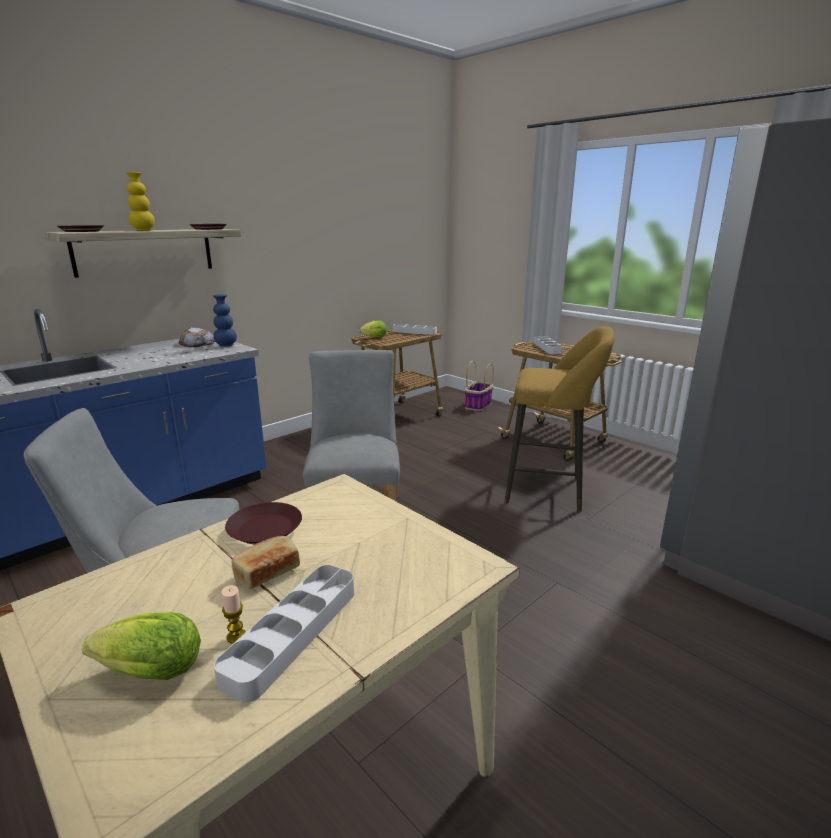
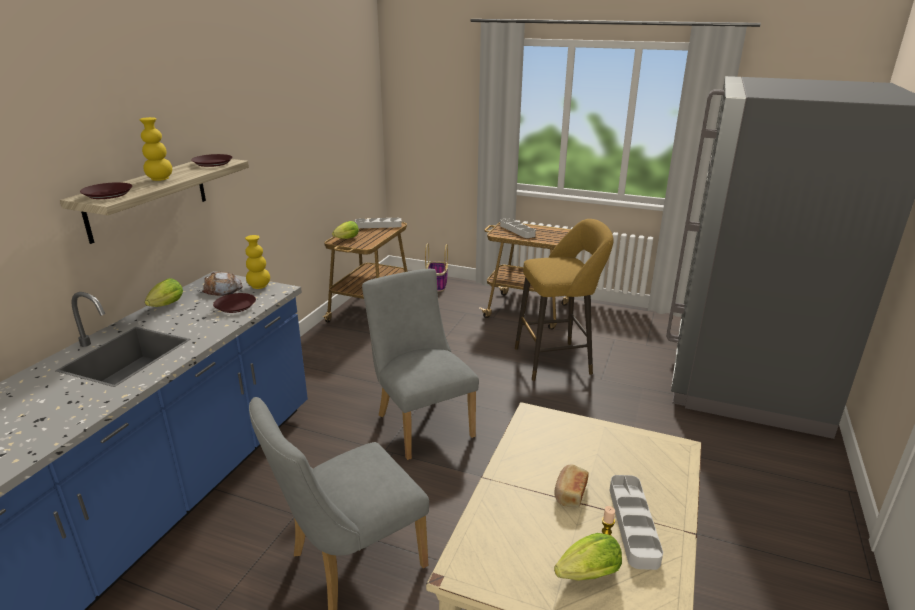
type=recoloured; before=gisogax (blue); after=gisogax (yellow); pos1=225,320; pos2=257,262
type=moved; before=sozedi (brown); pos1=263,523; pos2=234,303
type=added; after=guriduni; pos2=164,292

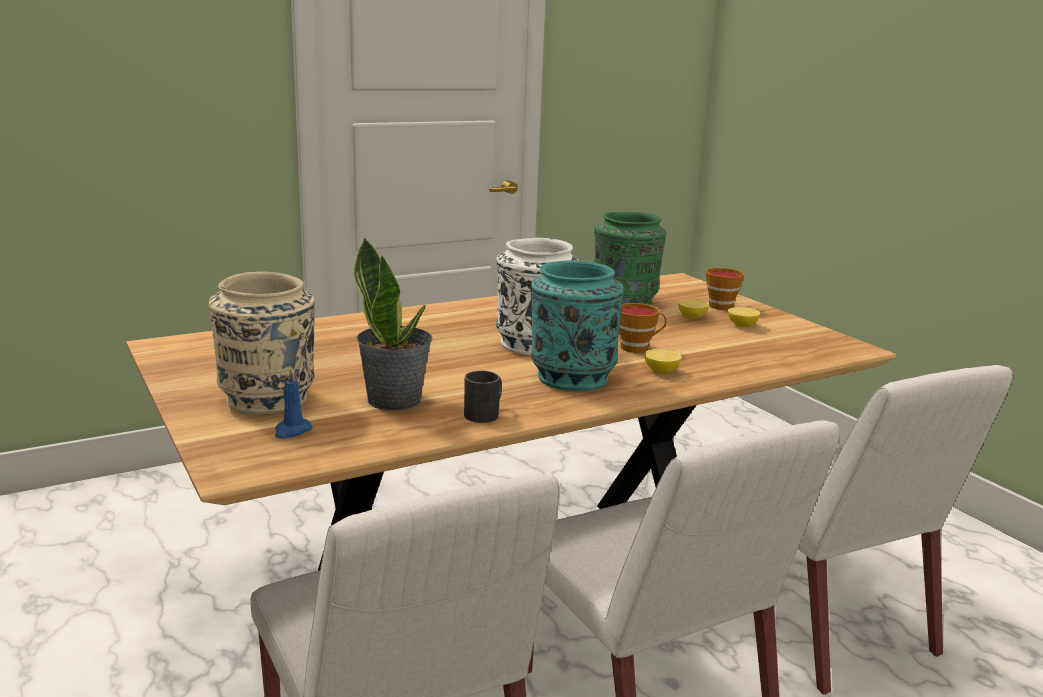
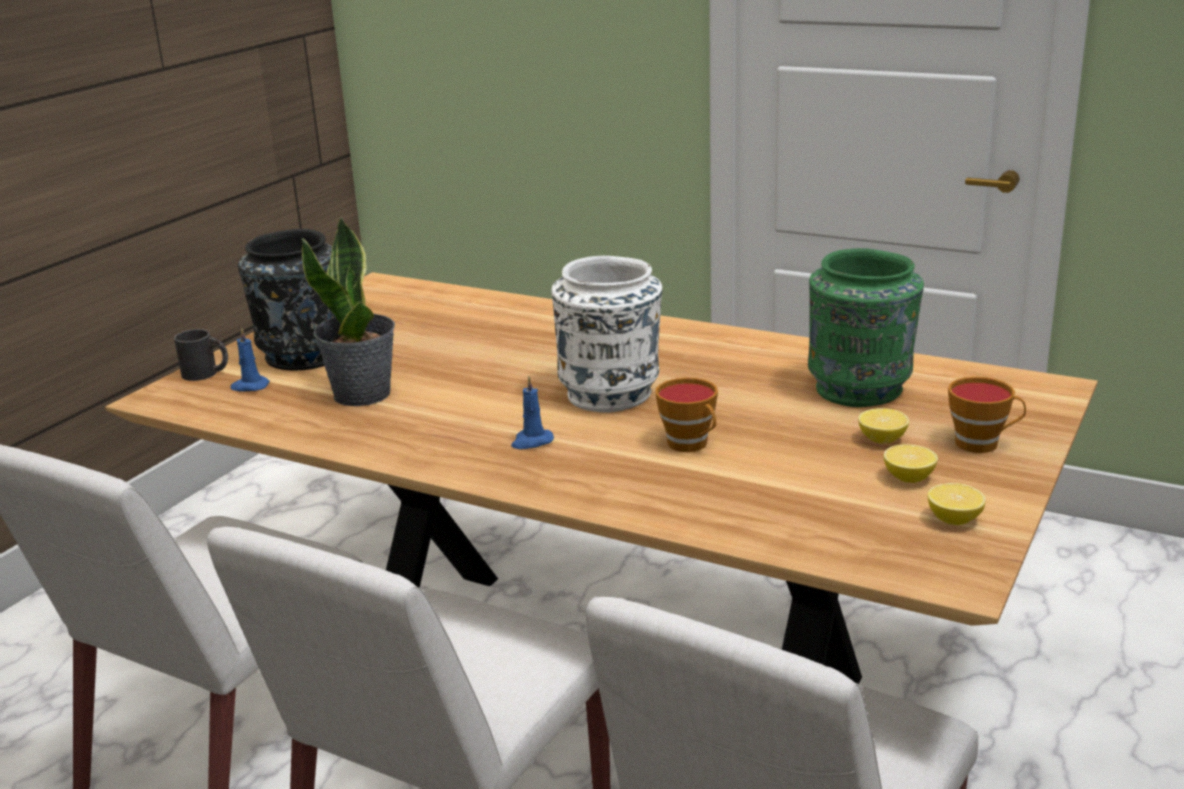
type=replaced; before=gisogax (turquoise); after=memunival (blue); pos1=577,325; pos2=532,412
type=recoloured; before=gisogax (beige); after=gisogax (black); pos1=262,343; pos2=286,300
type=moved; before=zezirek; pos1=663,361; pos2=956,504
type=moved; before=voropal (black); pos1=483,396; pos2=201,355

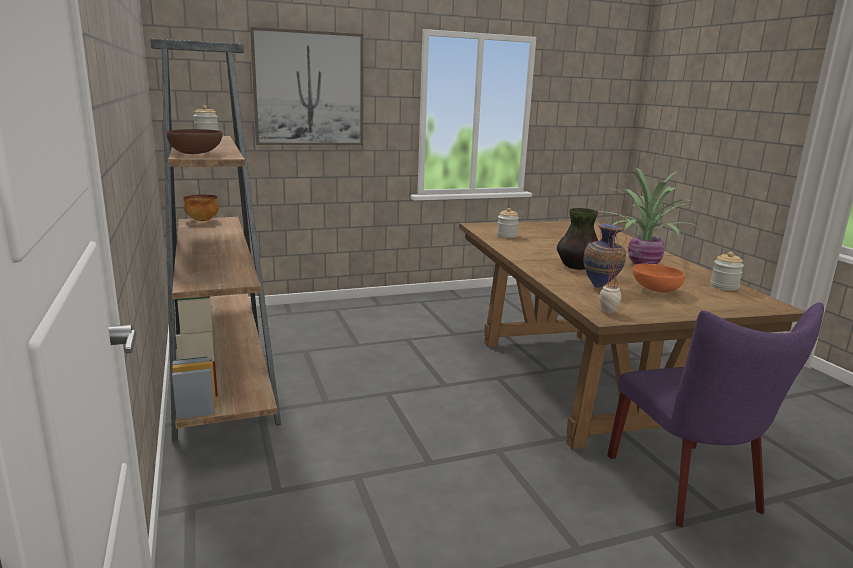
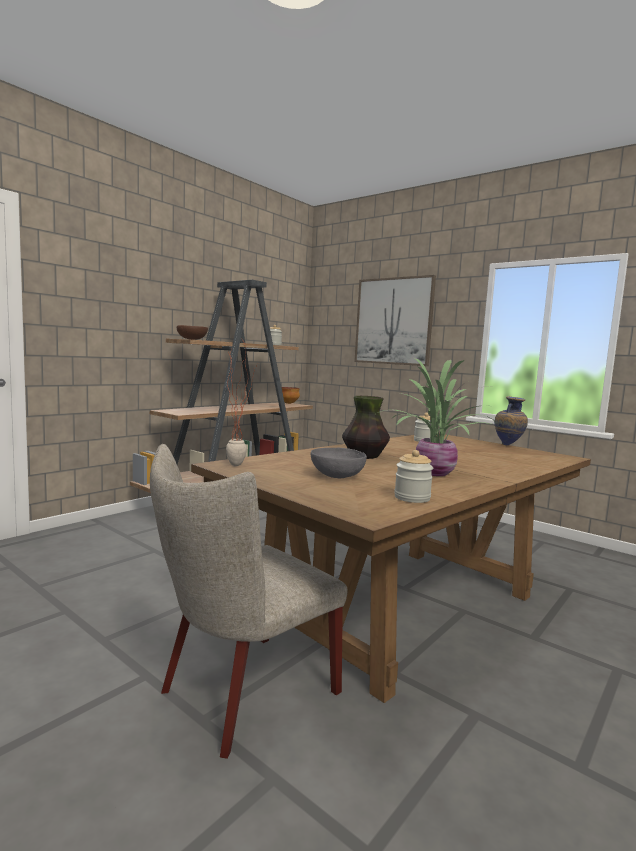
type=moved; before=gisogax; pos1=604,256; pos2=511,420
type=recoloured; before=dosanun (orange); after=dosanun (grey); pos1=658,277; pos2=339,463
type=recoloured; before=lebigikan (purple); after=lebigikan (beige); pos1=715,414; pos2=248,601

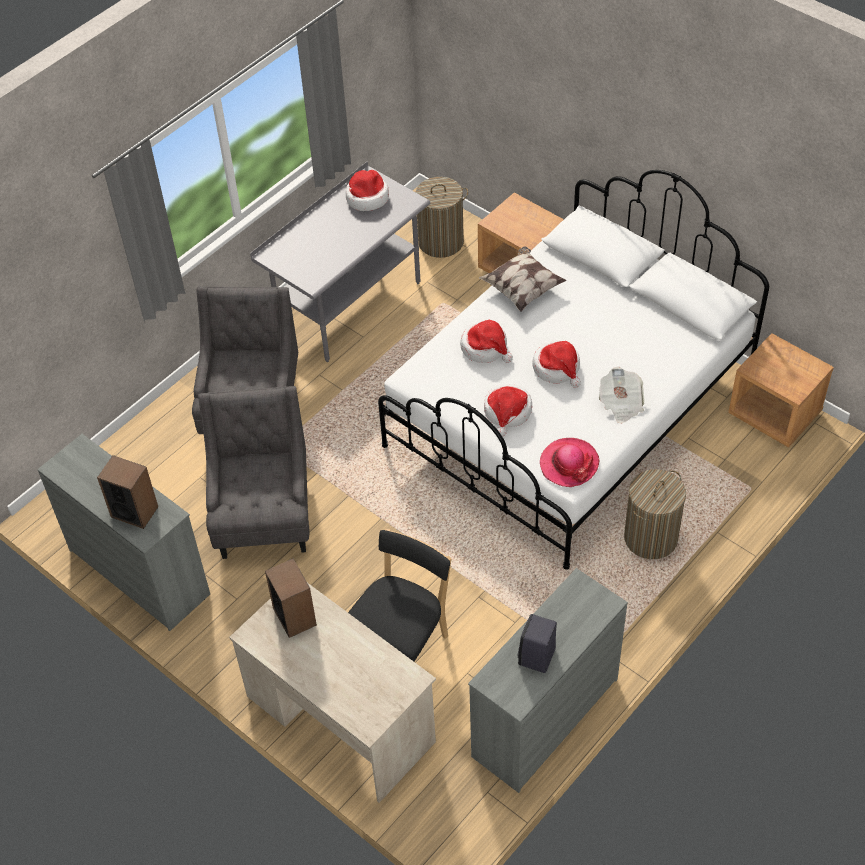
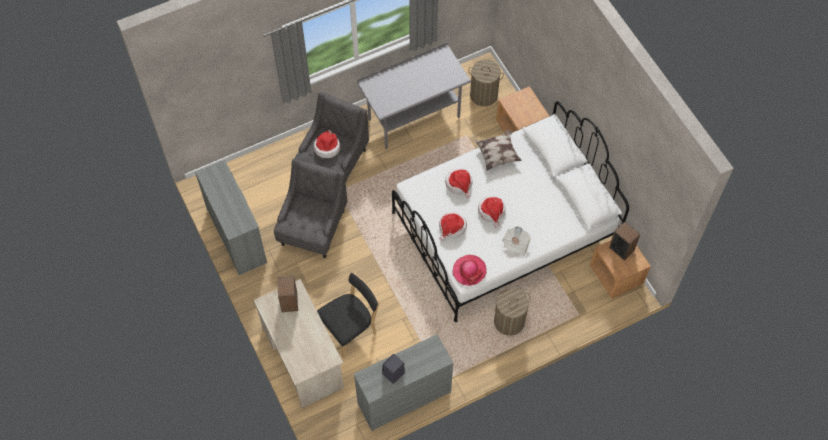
type=moved; before=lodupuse; pos1=367,190; pos2=327,144
type=moved; before=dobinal; pos1=127,492; pos2=624,240

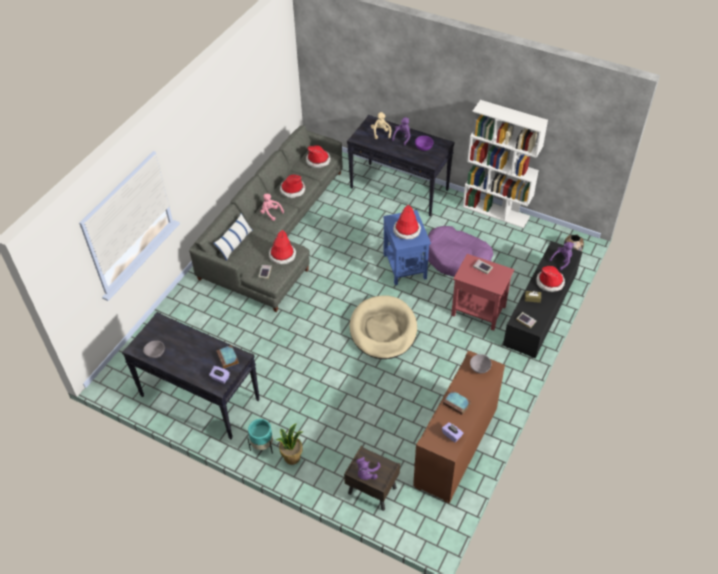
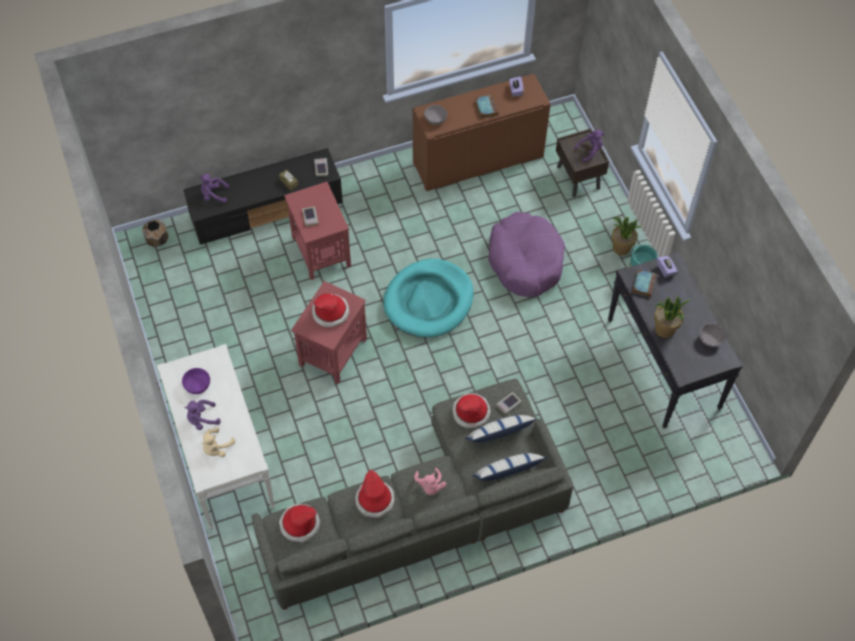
type=removed; before=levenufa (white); pos1=505,164
type=recoloured; before=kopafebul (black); after=kopafebul (white); pos1=400,165; pos2=216,436
type=recoloured; before=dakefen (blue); after=dakefen (red); pos1=407,247; pos2=329,332
type=moved; before=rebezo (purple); pos1=460,251; pos2=526,254
type=removed; before=lodupuse; pos1=550,279
type=recoloured; before=rebezo (beige); after=rebezo (turquoise); pos1=383,327; pos2=428,298
type=added; after=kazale; pos2=672,316
type=added; after=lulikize; pos2=501,429

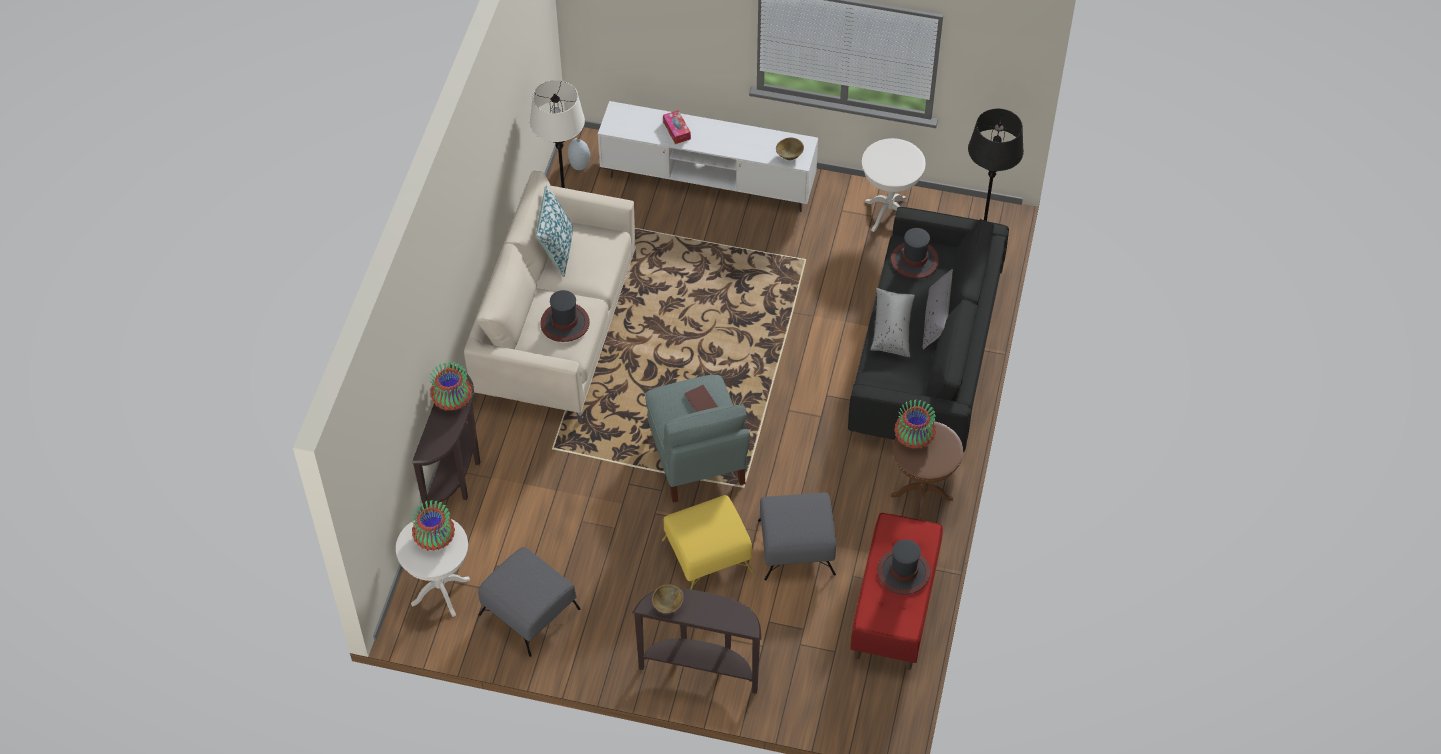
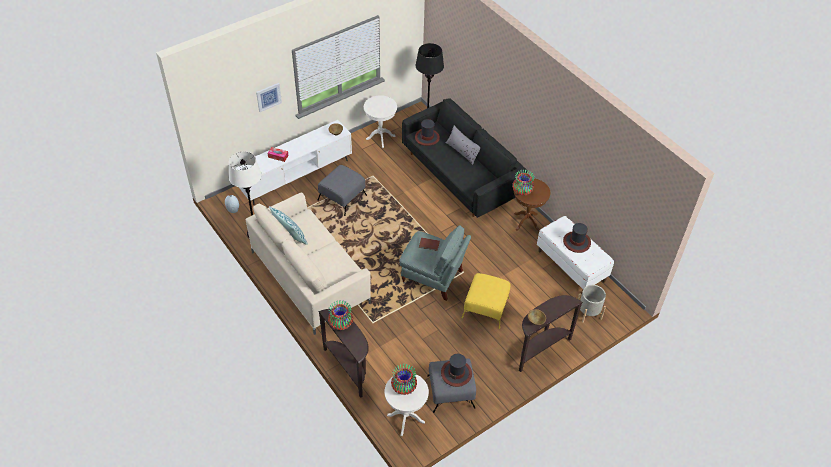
type=removed; before=lulikize (grey); pos1=893,322
type=moved; before=lodupuse; pos1=565,316; pos2=456,370
type=moved; before=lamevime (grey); pos1=797,537; pos2=342,190
type=recoloured; before=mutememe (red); after=mutememe (white); pos1=896,591; pos2=575,254
type=added; after=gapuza; pos2=269,97
type=added; after=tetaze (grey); pos2=592,304

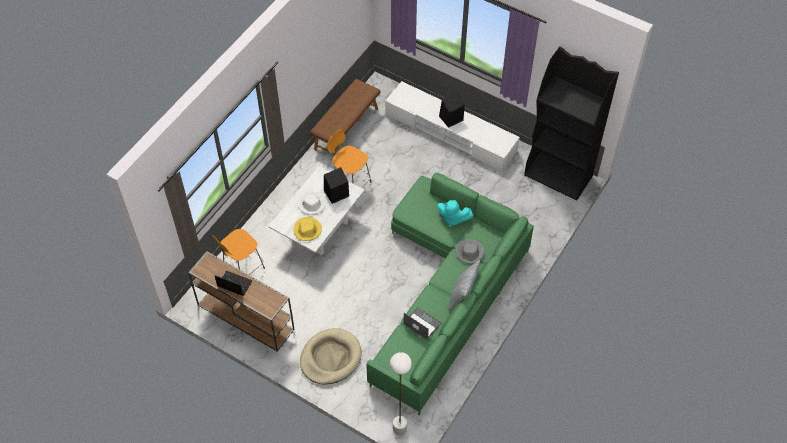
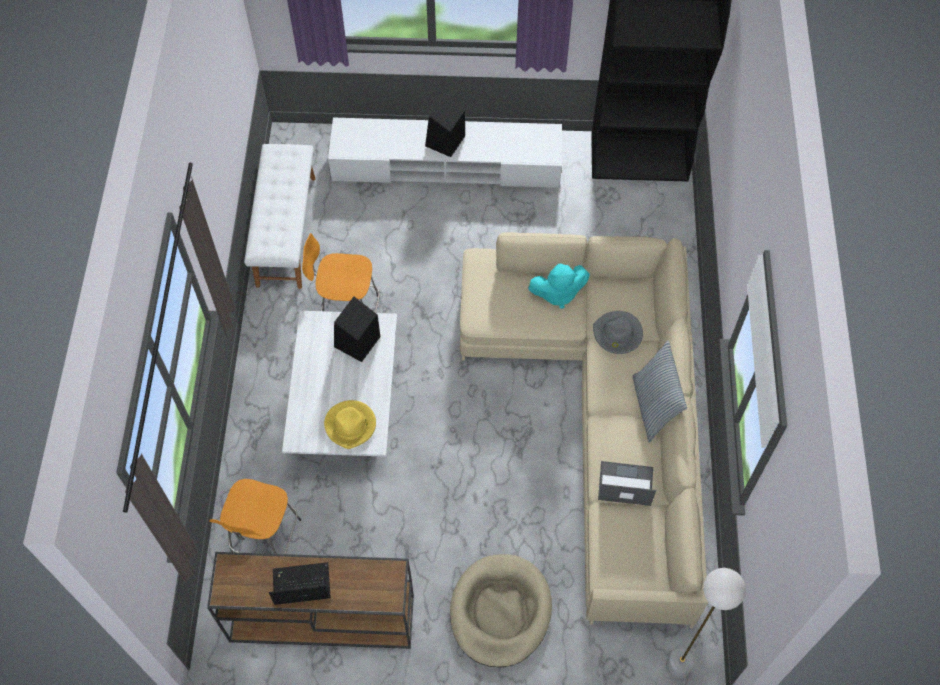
type=recoloured; before=mutememe (brown); after=mutememe (white); pos1=345,117; pos2=279,216
type=recoloured; before=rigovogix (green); after=rigovogix (beige); pos1=450,294; pos2=584,430
type=removed; before=lodupuse (white); pos1=312,203

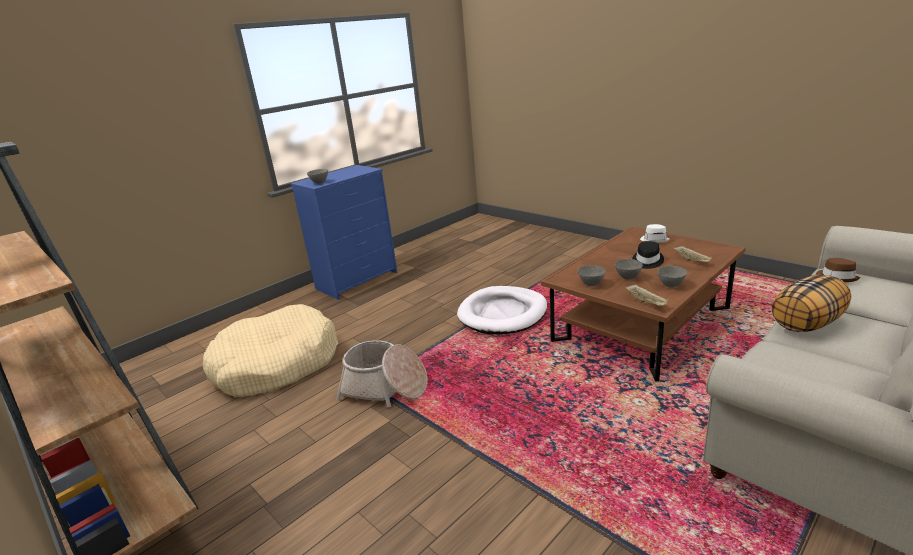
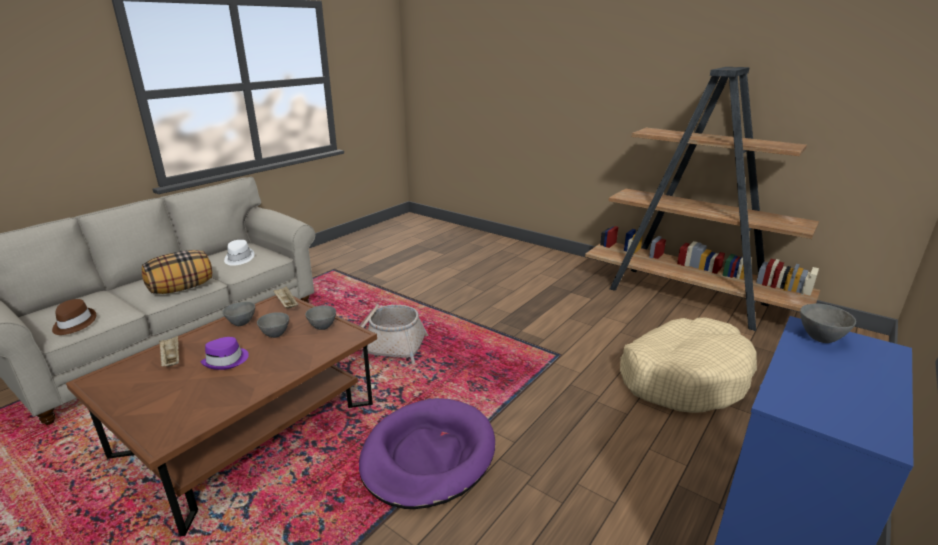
type=moved; before=lodupuse (white); pos1=655,233; pos2=239,253
type=recoloured; before=lodupuse (black); after=lodupuse (purple); pos1=648,255; pos2=225,353
type=recoloured; before=rebezo (white); after=rebezo (purple); pos1=502,310; pos2=427,453
type=moved; before=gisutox; pos1=382,374; pos2=394,334

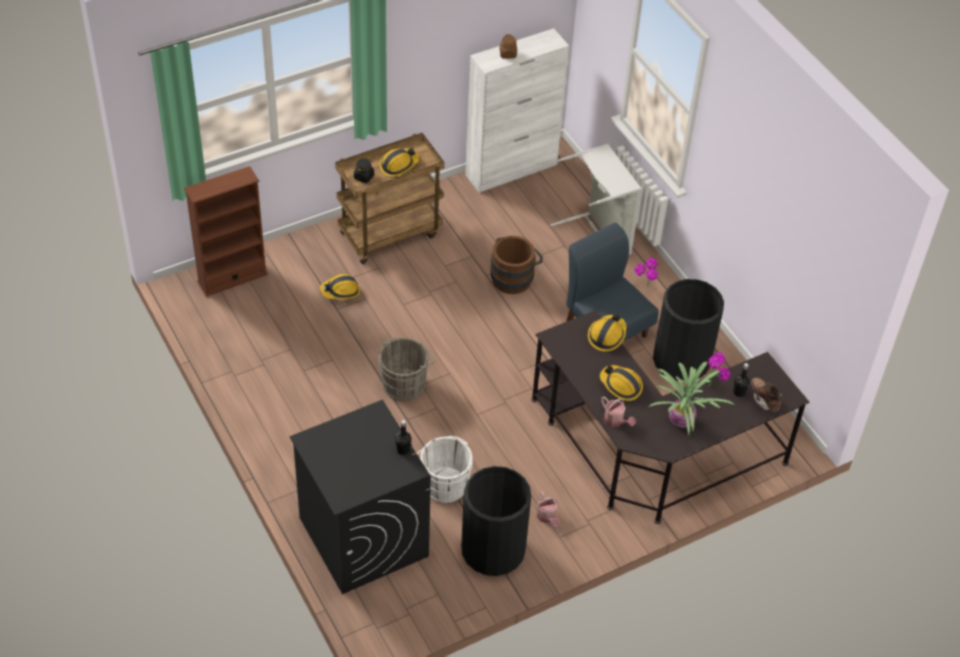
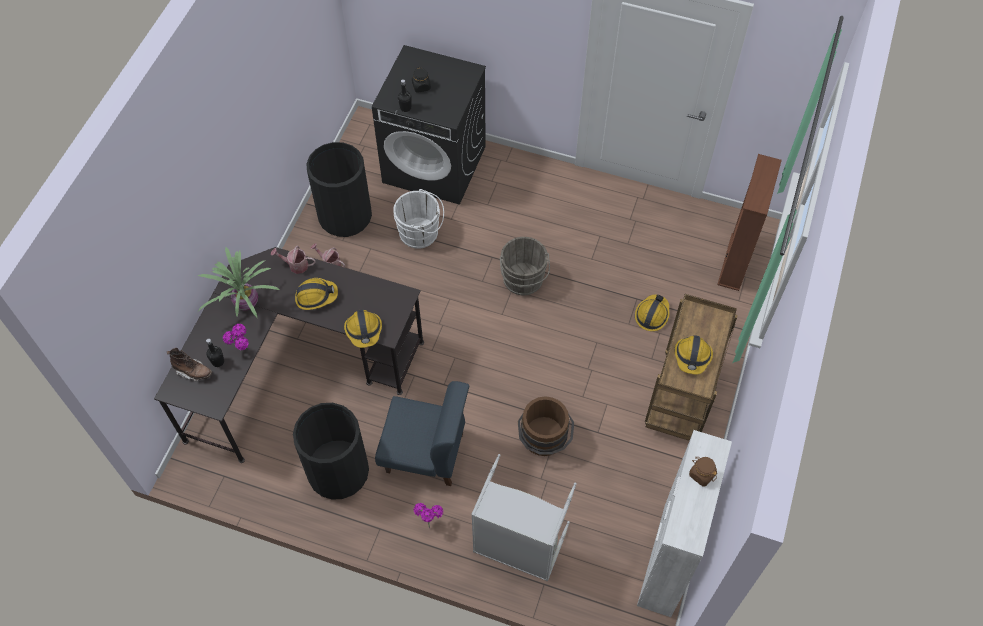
type=moved; before=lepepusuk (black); pos1=364,170; pos2=421,80

